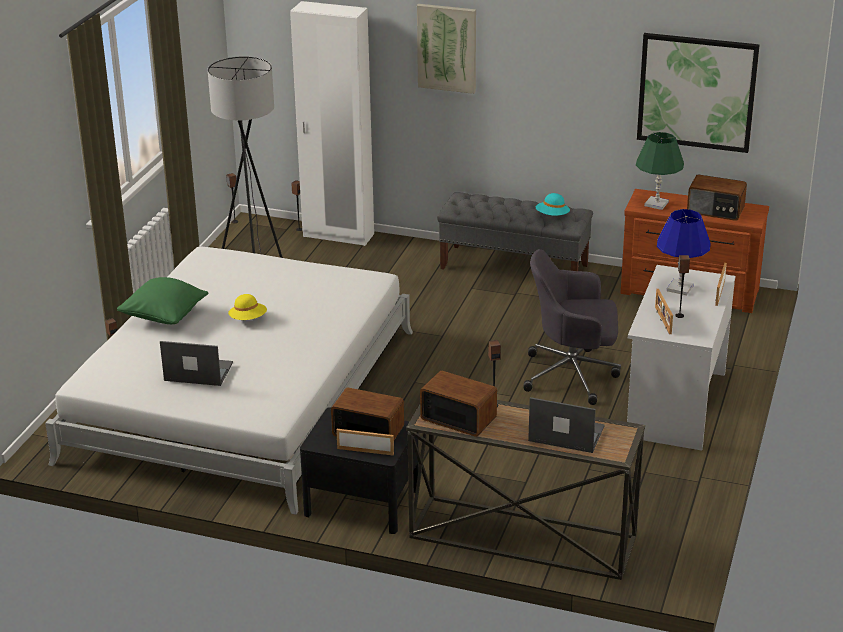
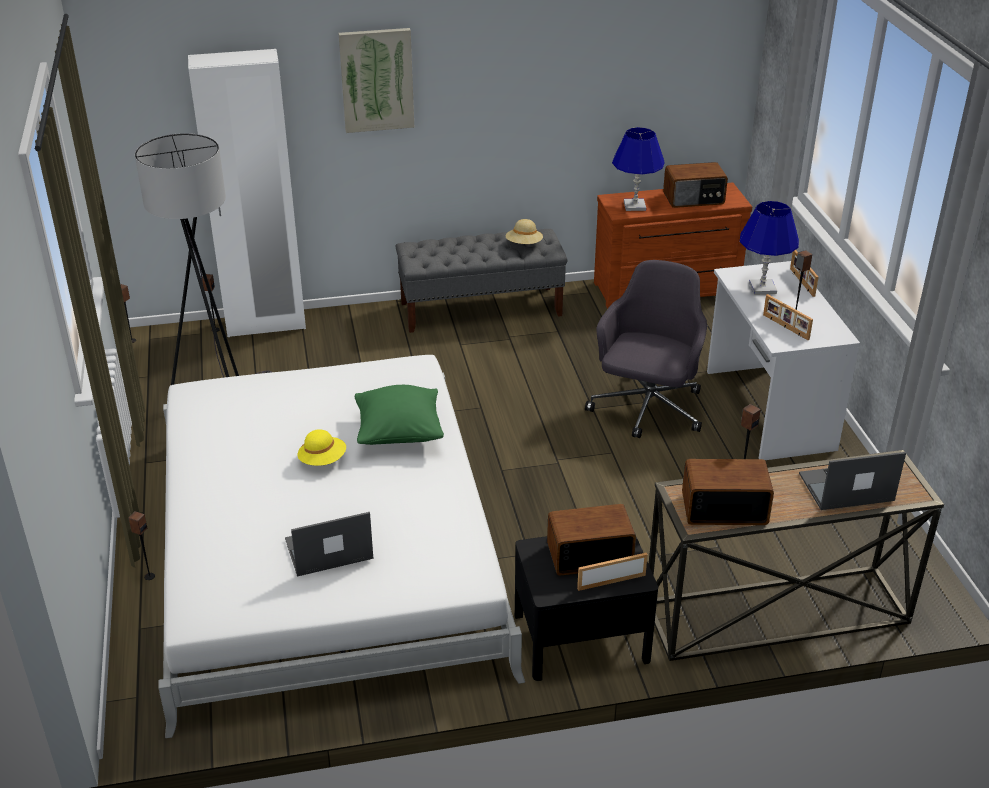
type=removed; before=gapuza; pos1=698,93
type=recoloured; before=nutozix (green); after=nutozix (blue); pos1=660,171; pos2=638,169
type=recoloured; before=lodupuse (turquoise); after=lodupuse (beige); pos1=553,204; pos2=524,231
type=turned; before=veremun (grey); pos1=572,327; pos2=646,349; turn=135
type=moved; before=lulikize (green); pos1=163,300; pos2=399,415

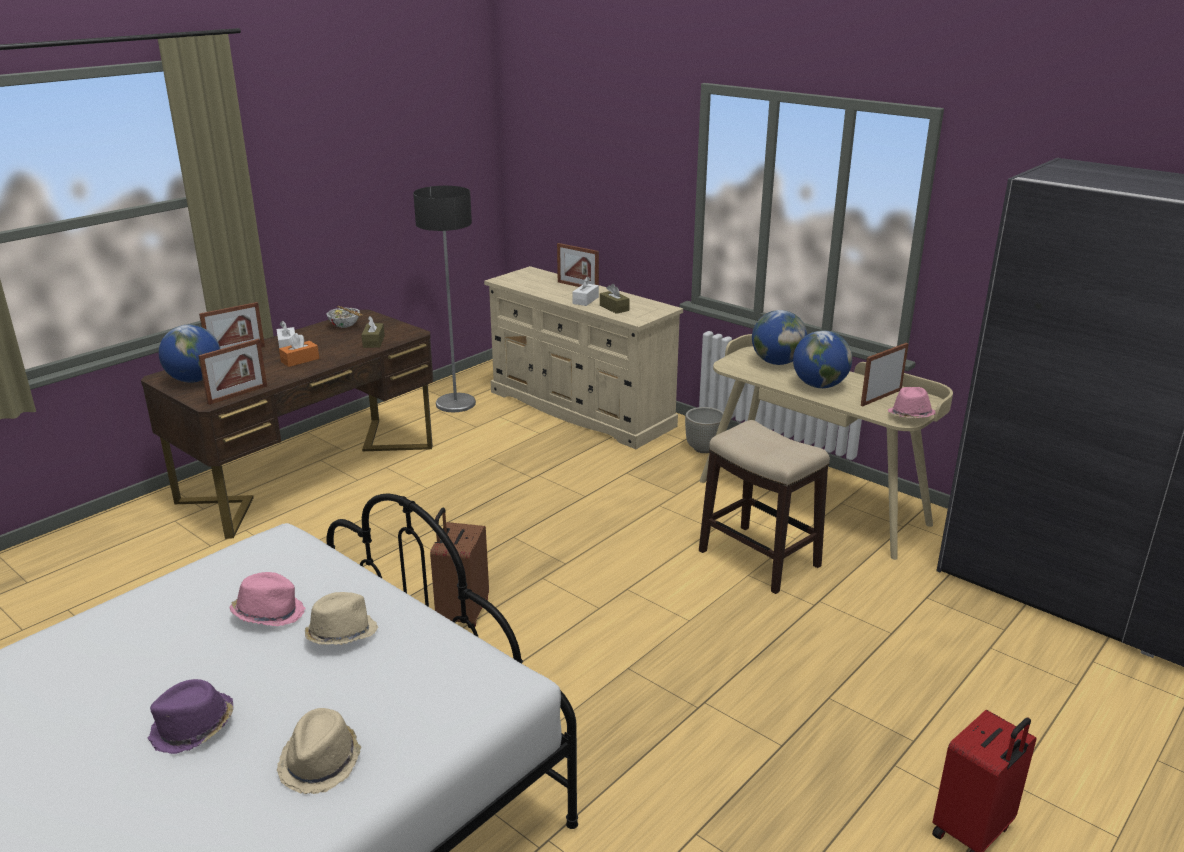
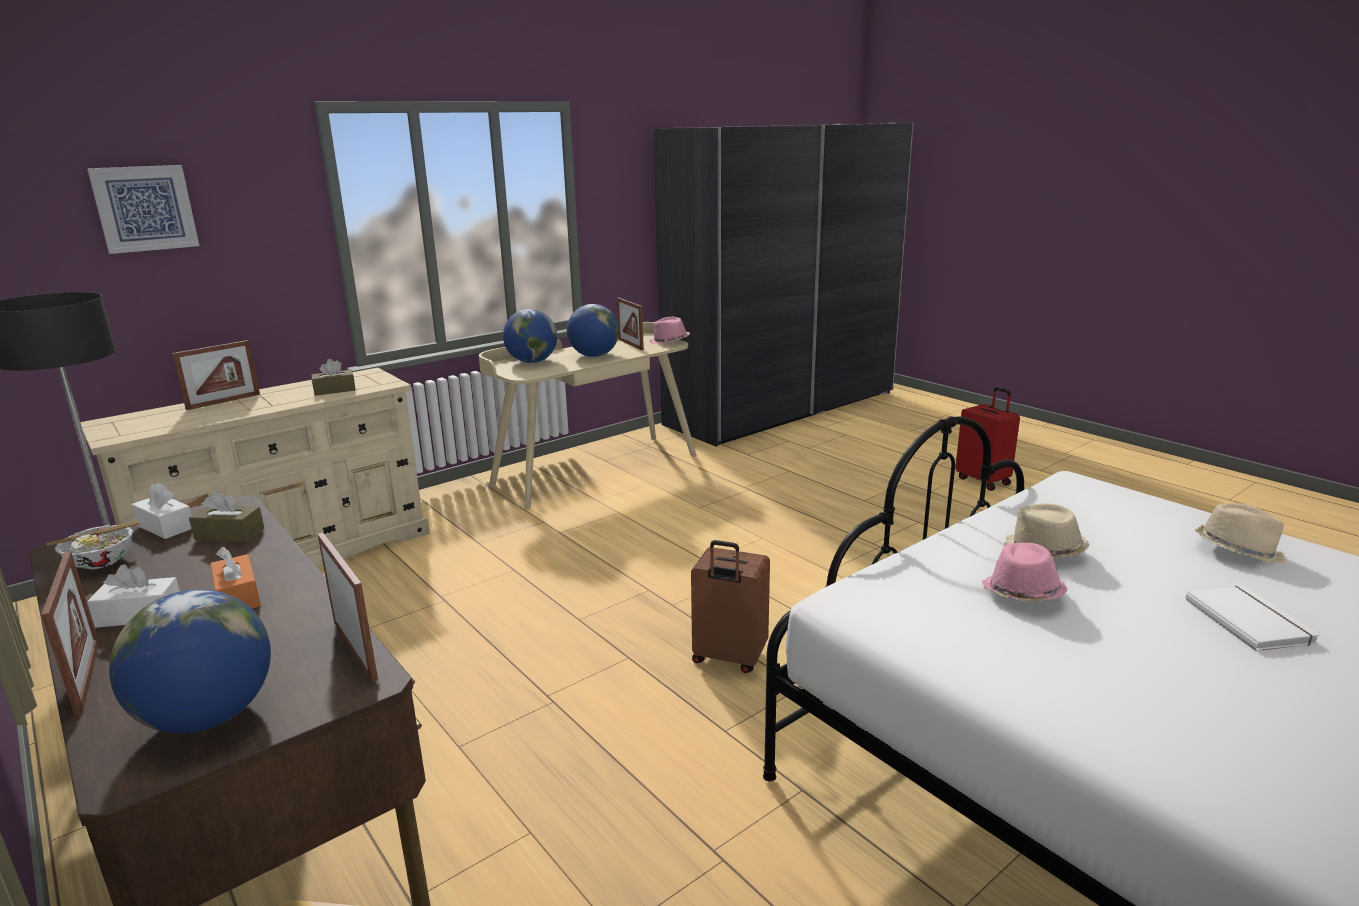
type=moved; before=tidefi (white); pos1=585,291; pos2=161,510
type=removed; before=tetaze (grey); pos1=704,430
type=removed; before=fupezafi; pos1=764,507
type=replaced; before=lodupuse (purple); after=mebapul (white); pos1=191,716; pos2=1253,618
type=added; after=gapuza; pos2=143,209

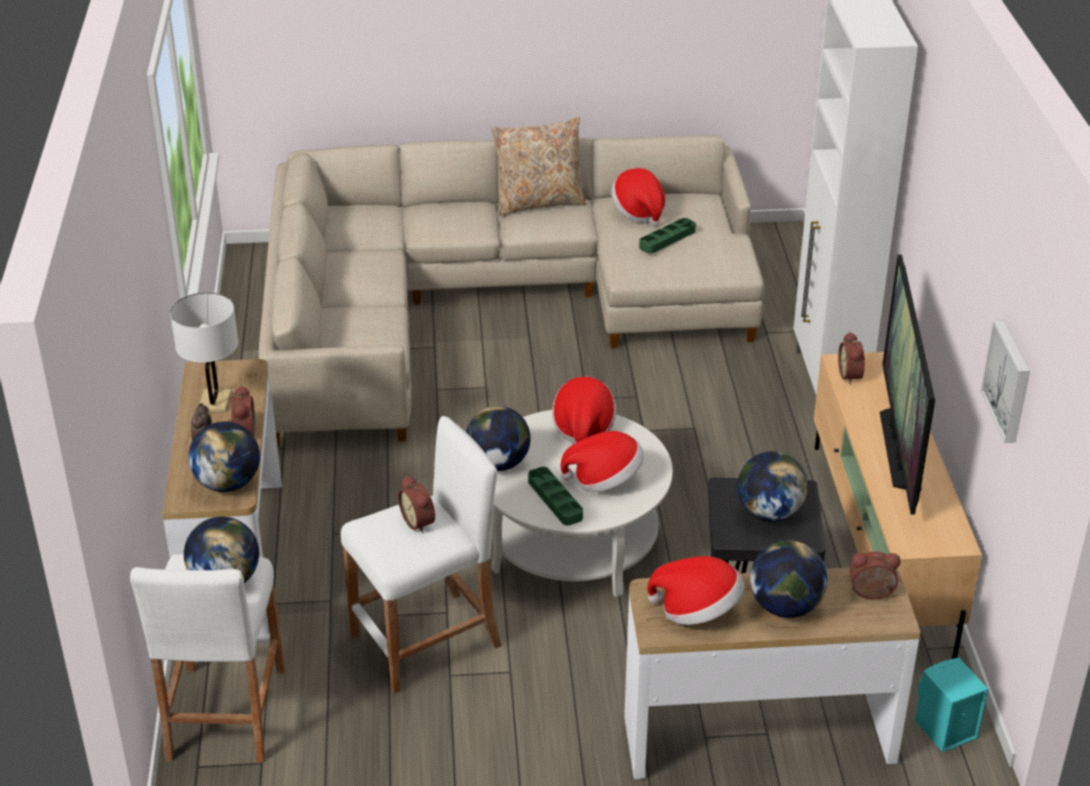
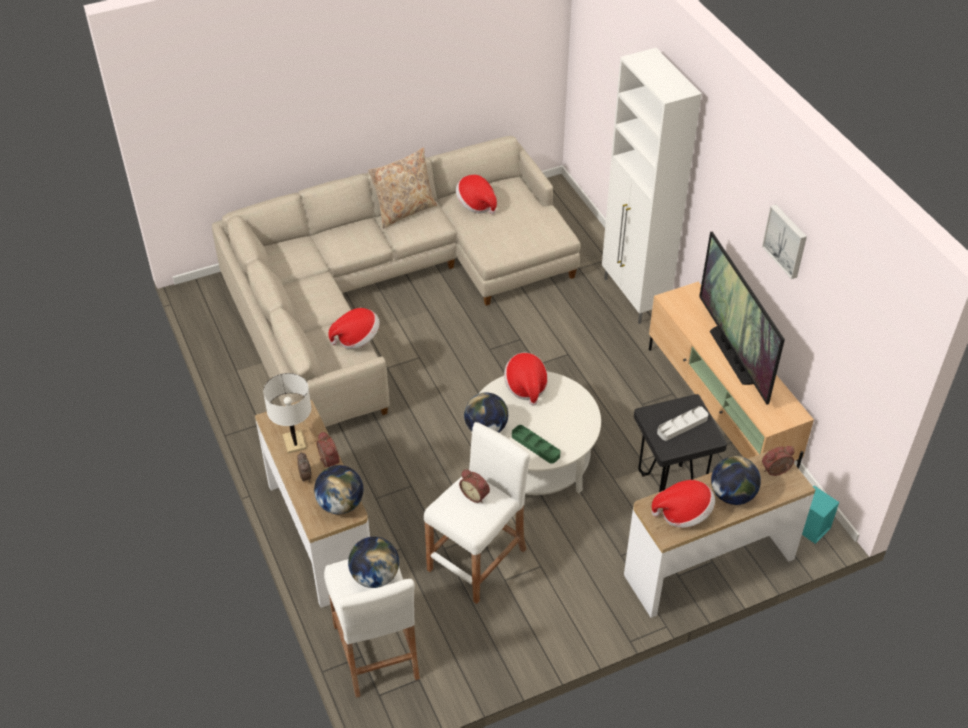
type=removed; before=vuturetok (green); pos1=667,236
type=moved; before=gapuza; pos1=1005,382; pos2=784,241
type=removed; before=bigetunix; pos1=851,358
type=moved; before=lodupuse; pos1=602,461; pos2=354,328
type=replaced; before=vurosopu; after=vuturetok (grey); pos1=772,486; pos2=682,423

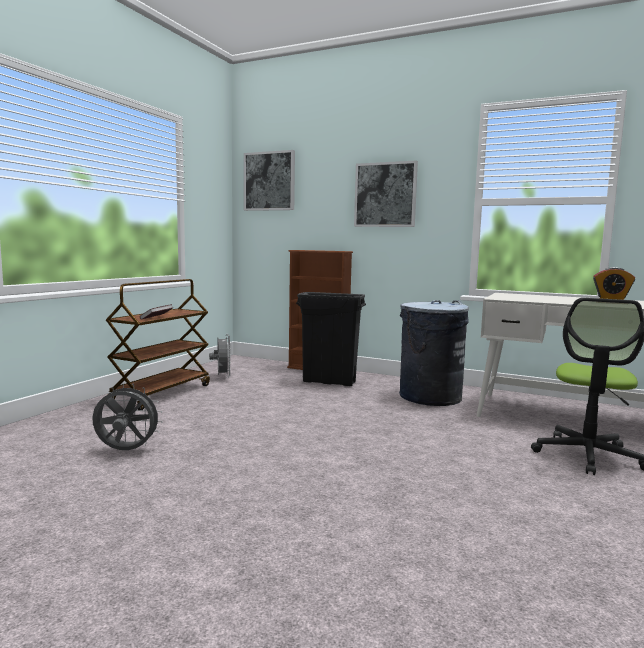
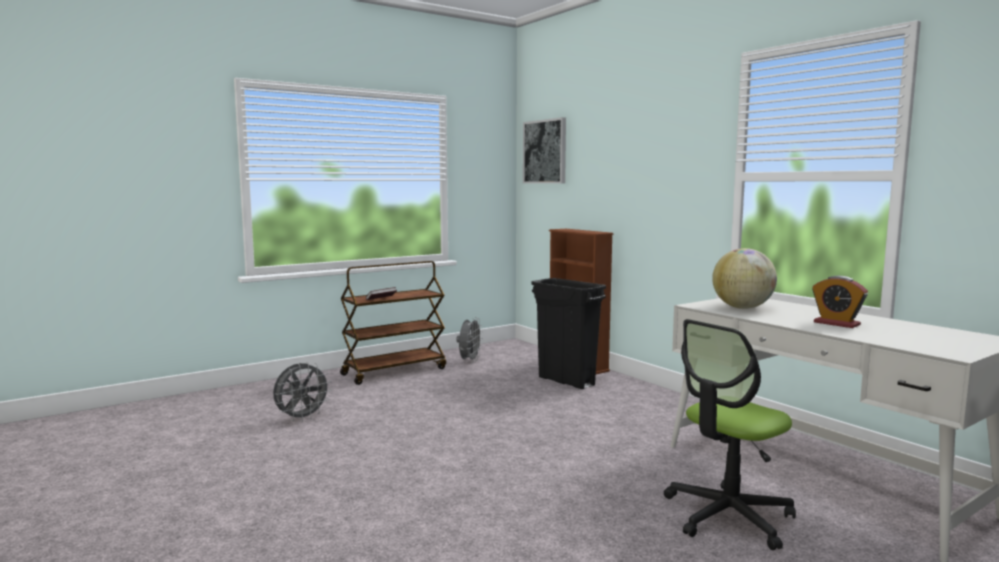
type=removed; before=gapuza; pos1=386,193
type=removed; before=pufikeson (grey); pos1=434,353
type=turned; before=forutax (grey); pos1=127,416; pos2=302,392; turn=105
type=added; after=vurosopu; pos2=744,278

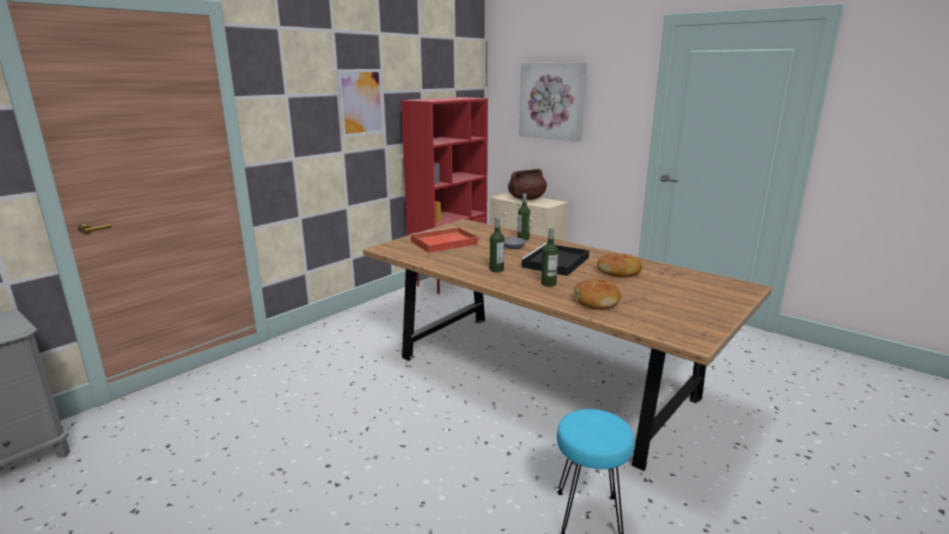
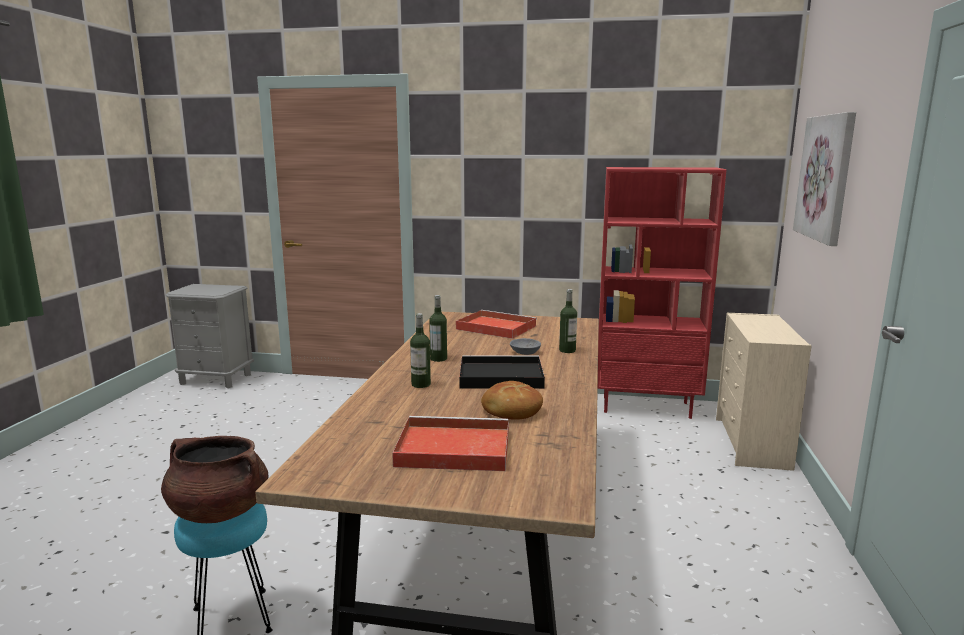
type=removed; before=gapuza; pos1=360,103
type=moved; before=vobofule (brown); pos1=527,184; pos2=214,479
type=removed; before=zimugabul; pos1=597,294
type=added; after=vuturetok (red); pos2=450,443

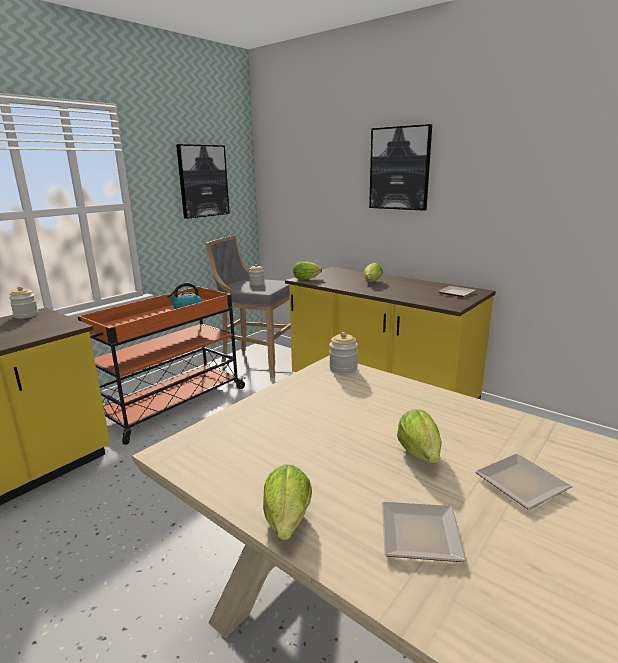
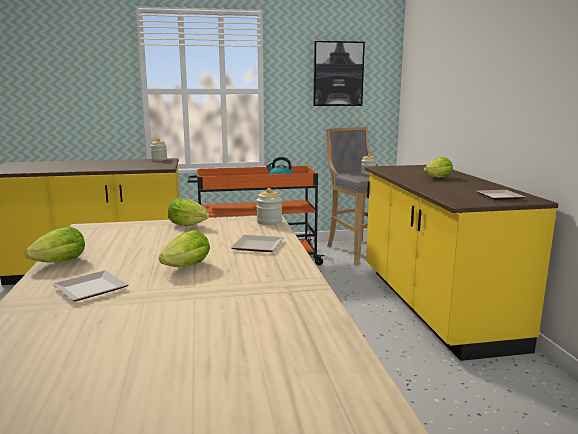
type=removed; before=gapuza; pos1=400,167
type=moved; before=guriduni; pos1=307,270; pos2=188,212
type=moved; before=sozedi; pos1=523,481; pos2=257,243

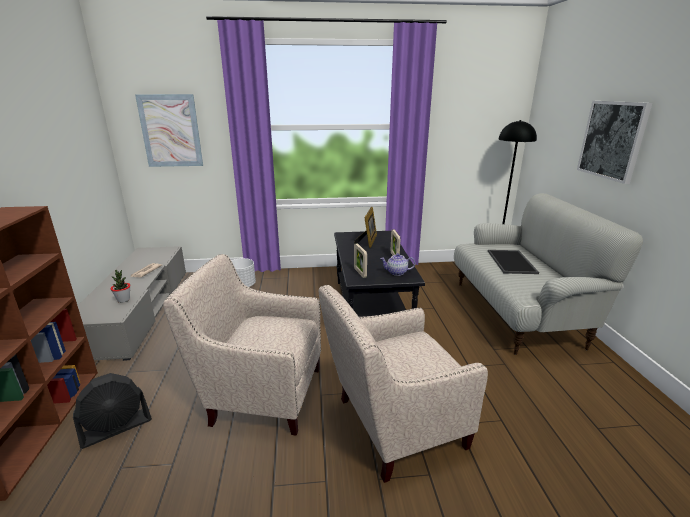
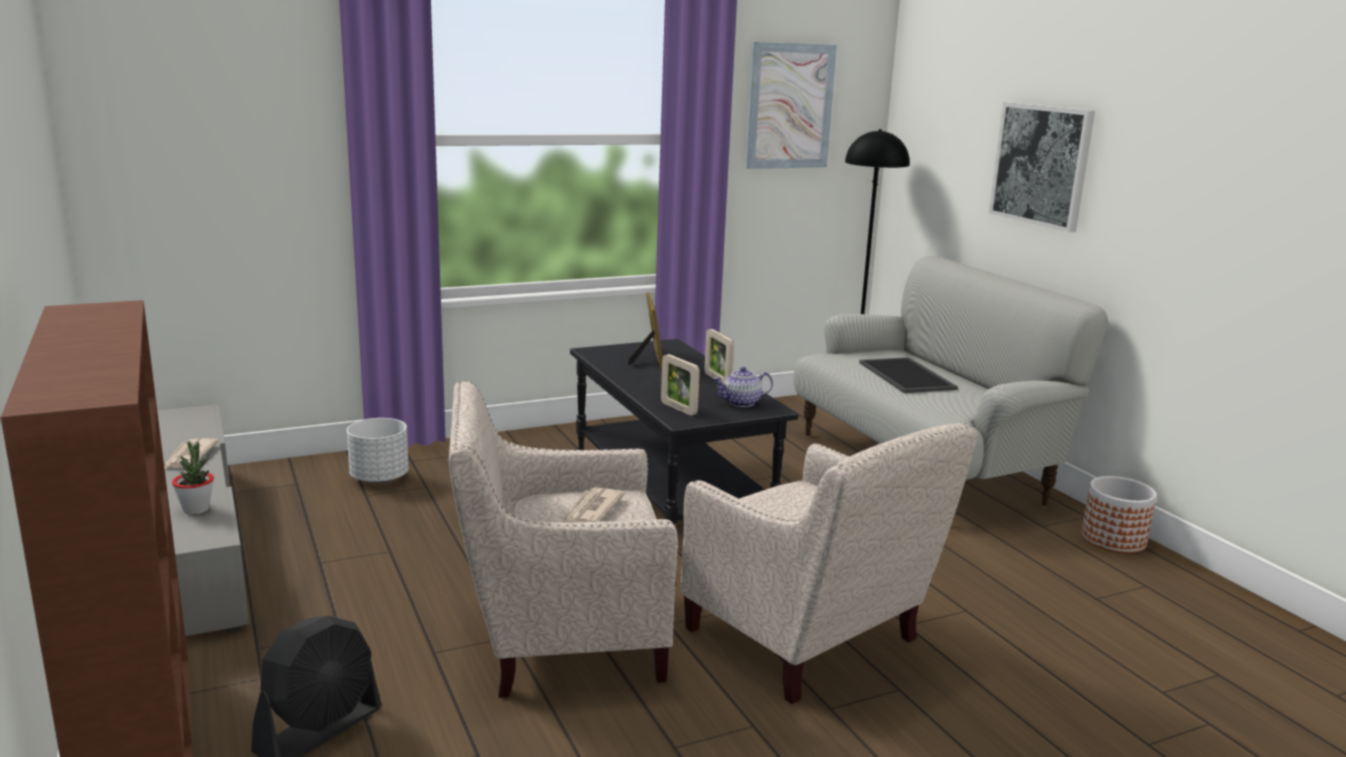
type=moved; before=gapuza; pos1=169,130; pos2=791,105
type=turned; before=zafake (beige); pos1=403,384; pos2=829,563; turn=-90
type=added; after=tetaze; pos2=1119,514
type=added; after=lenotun; pos2=594,505

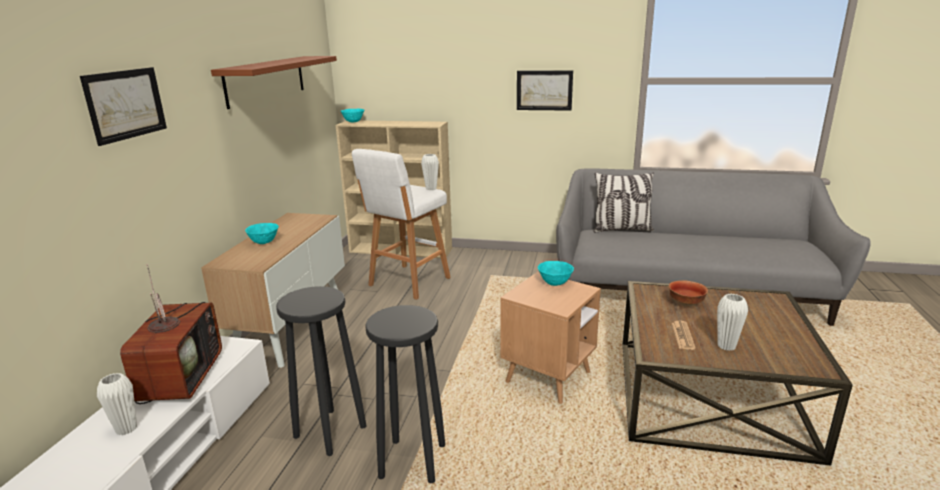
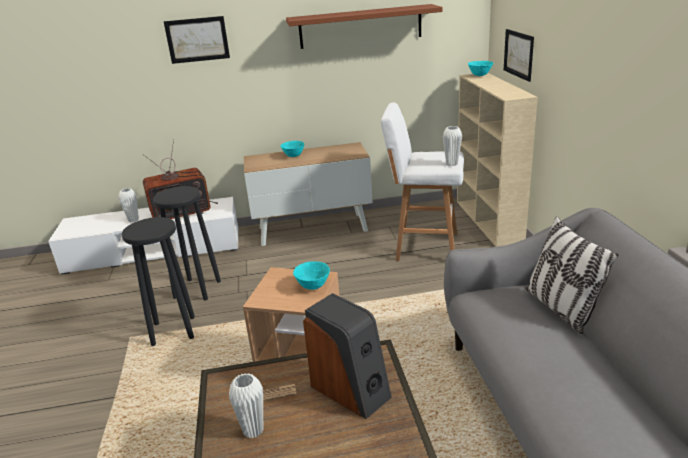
type=moved; before=gapuza; pos1=545,90; pos2=519,55
type=replaced; before=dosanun; after=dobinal; pos1=688,293; pos2=347,356

